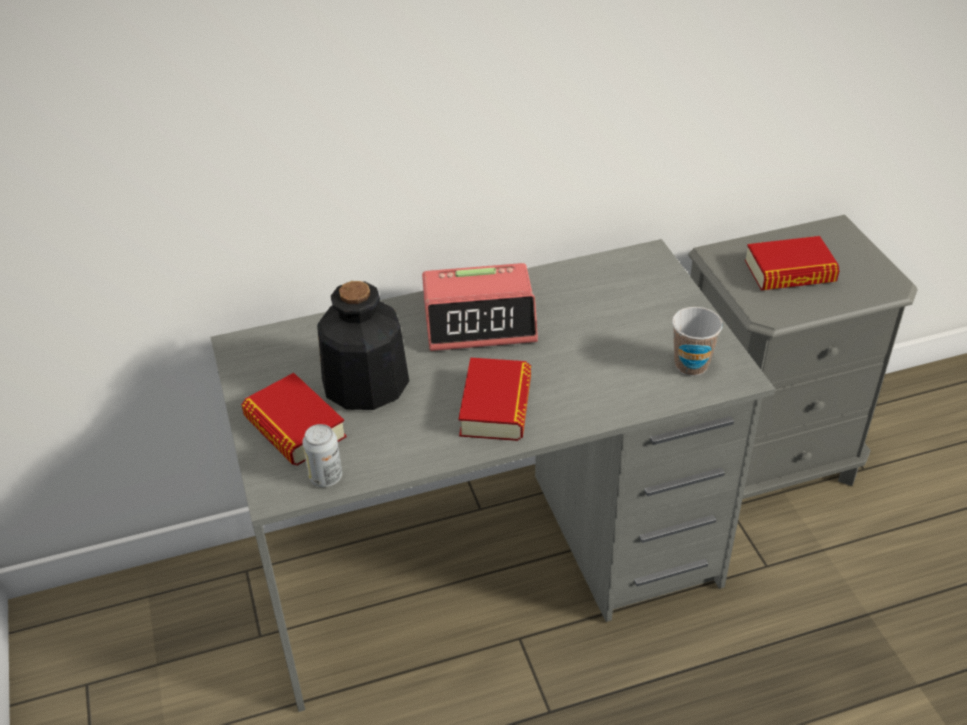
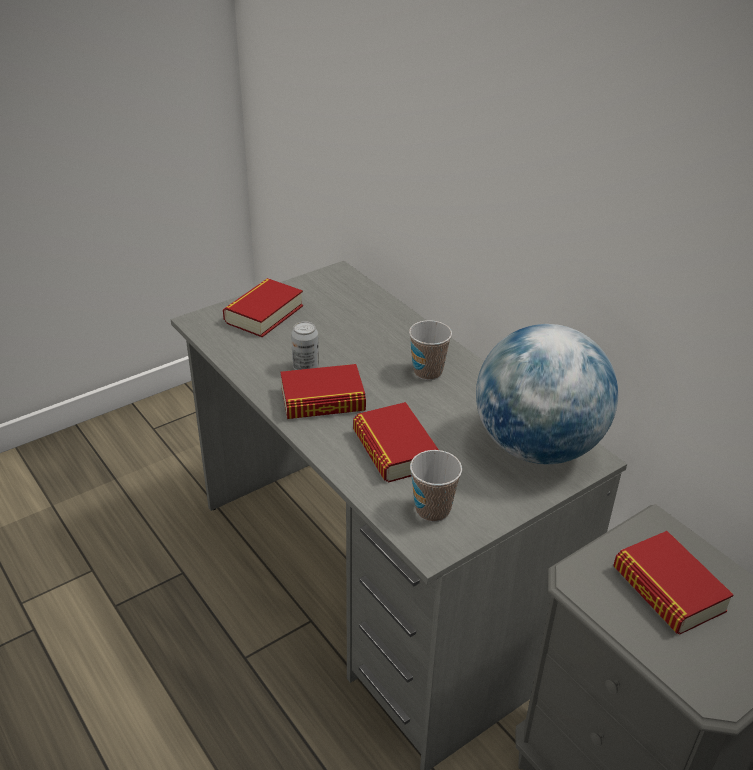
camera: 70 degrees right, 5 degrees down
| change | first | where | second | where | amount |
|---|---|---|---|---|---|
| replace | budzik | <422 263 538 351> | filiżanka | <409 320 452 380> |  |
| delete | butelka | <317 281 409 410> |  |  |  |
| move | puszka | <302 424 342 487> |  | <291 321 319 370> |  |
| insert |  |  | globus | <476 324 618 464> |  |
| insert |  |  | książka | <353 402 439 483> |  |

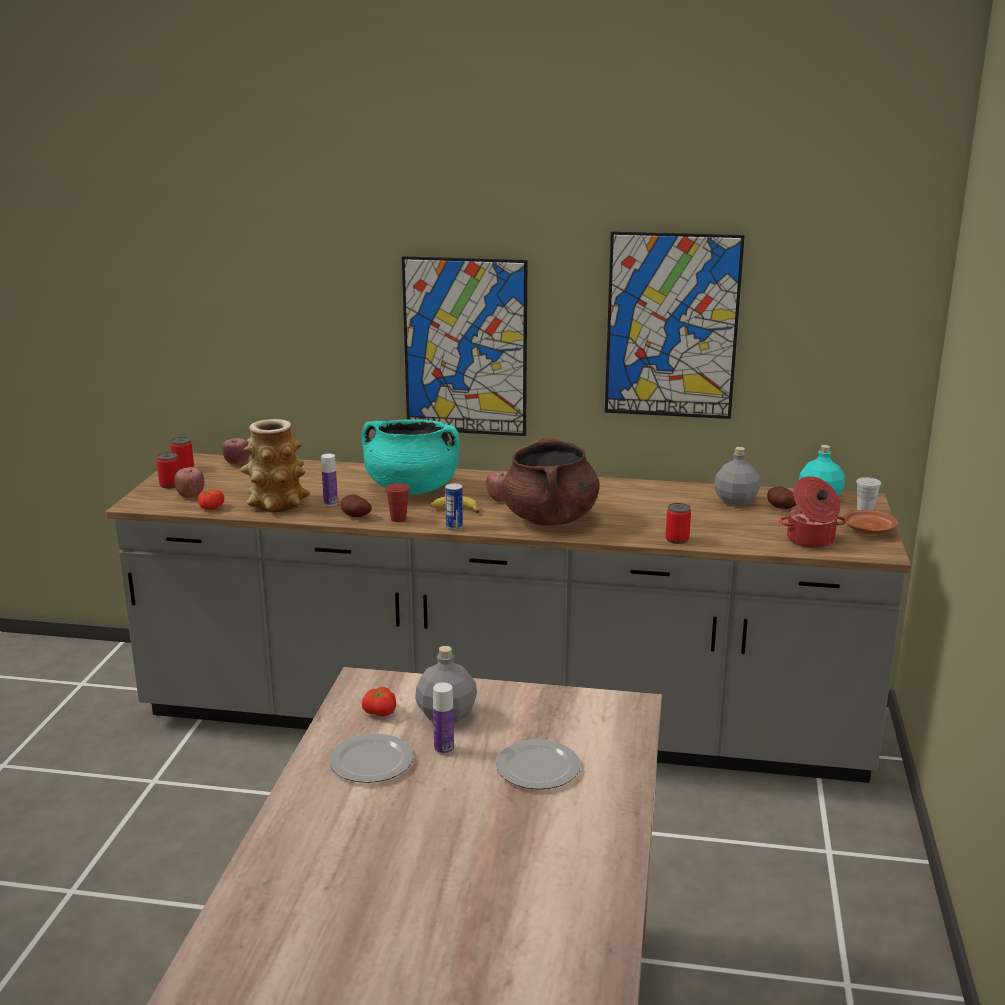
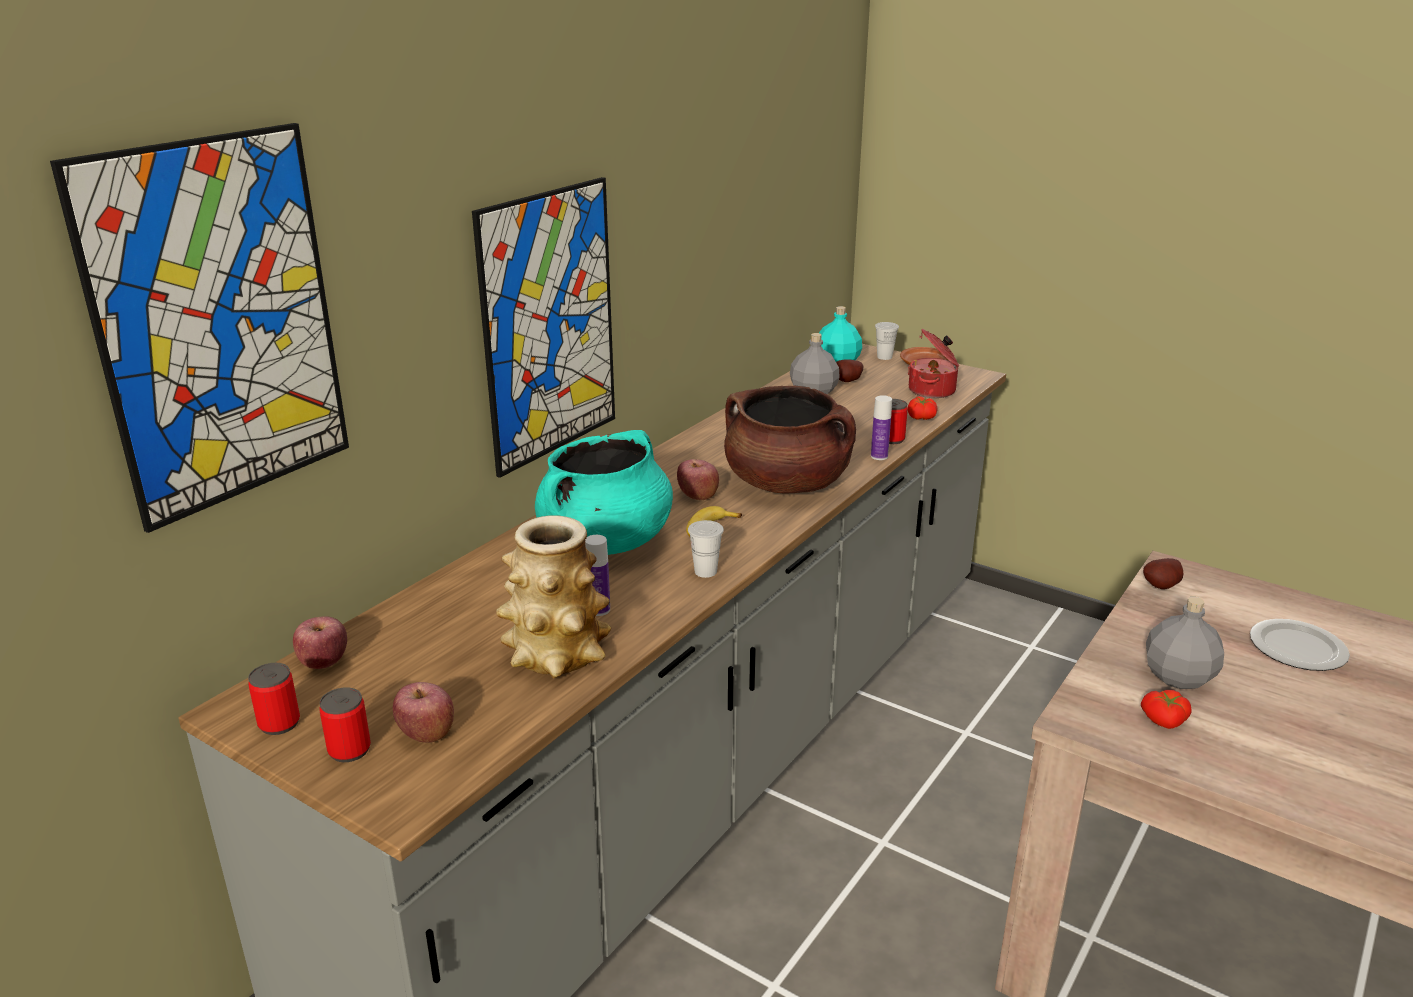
camera: 65 degrees left, 5 degrees up
| change | first | where | second | where | amount |
|---|---|---|---|---|---|
| move | obraz | <605 231 745 419> |  | <50 123 349 533> |  |
| recolor | filiżanka/czerwony | <385 483 410 522> | filiżanka/biały | <688 520 724 578> |  |
| delete | puszka | <445 483 463 531> |  |  |  |
| move | pomidor | <198 490 224 510> |  | <908 396 938 420> |  |
| move | ziemniak | <341 494 372 517> |  | <1143 558 1183 589> |  |
| move | butelka | <433 682 454 755> |  | <871 395 892 460> |  |
| delete | talerz | <329 734 414 783> |  |  |  |

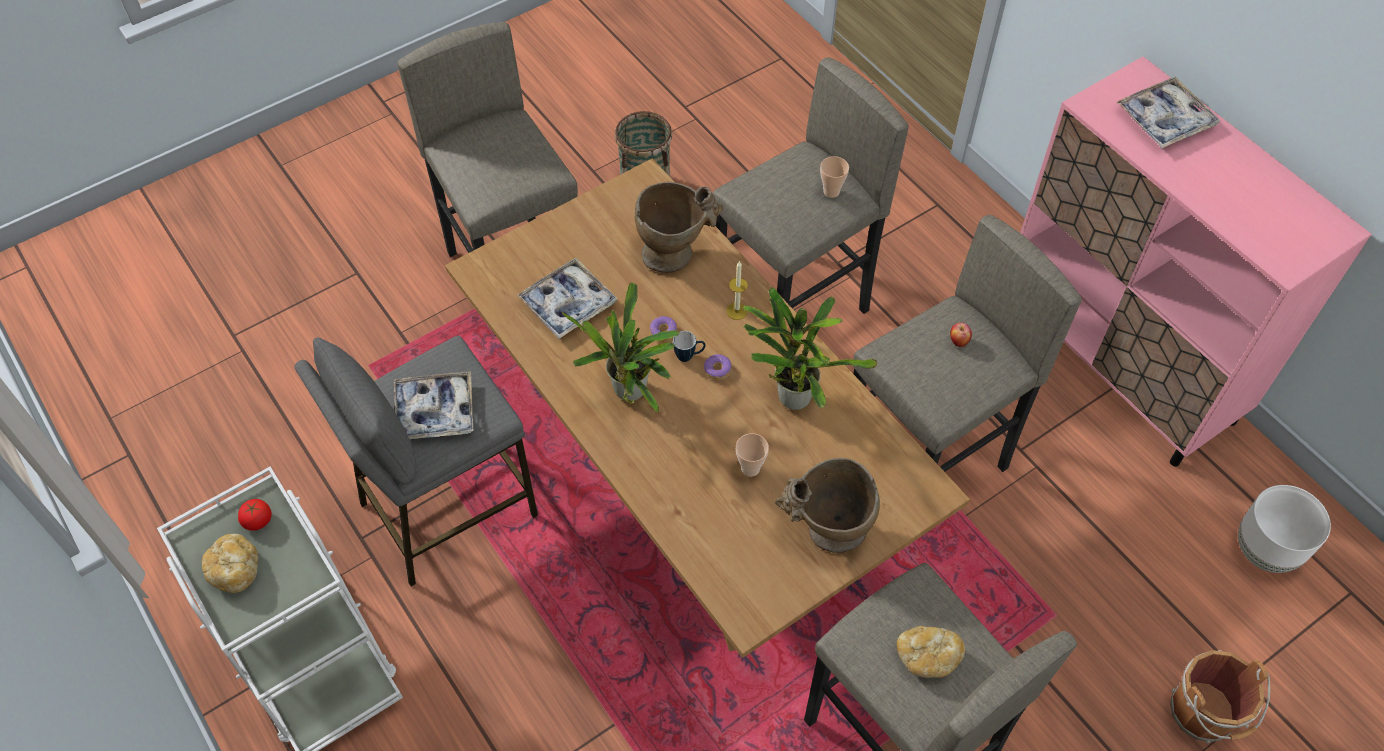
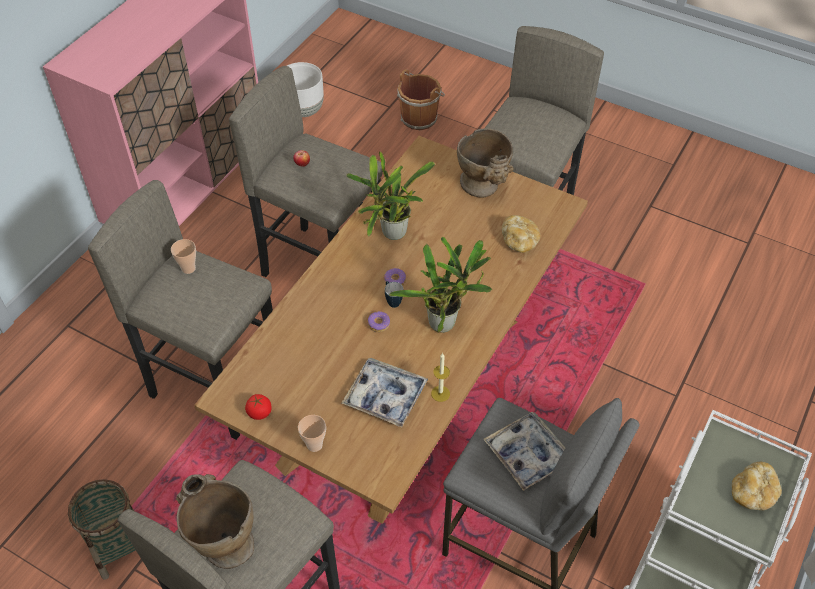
camera: 115 degrees left, 5 degrees down
| change | first | where | second | where | amount |
|---|---|---|---|---|---|
| delete | taca | <1116 77 1220 148> |  |  |  |
| move | wazon/beżowy | <635 182 724 273> |  | <176 474 254 569> |  |
| move | świeca | <727 261 748 320> |  | <431 353 450 402> |  |
| move | filiżanka | <736 433 769 477> |  | <298 415 326 452> |  |
| move | pomidor | <238 499 272 531> |  | <245 394 272 420> |  |
| move | chleb | <897 626 965 678> |  | <502 215 541 253> |  |

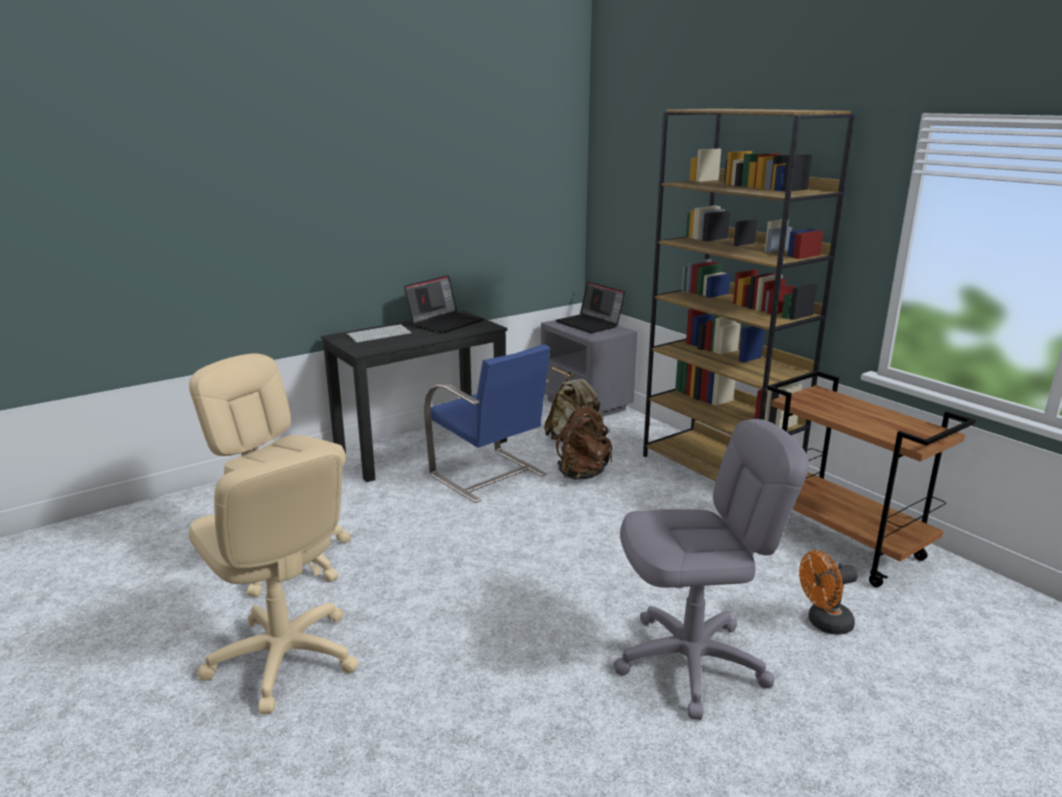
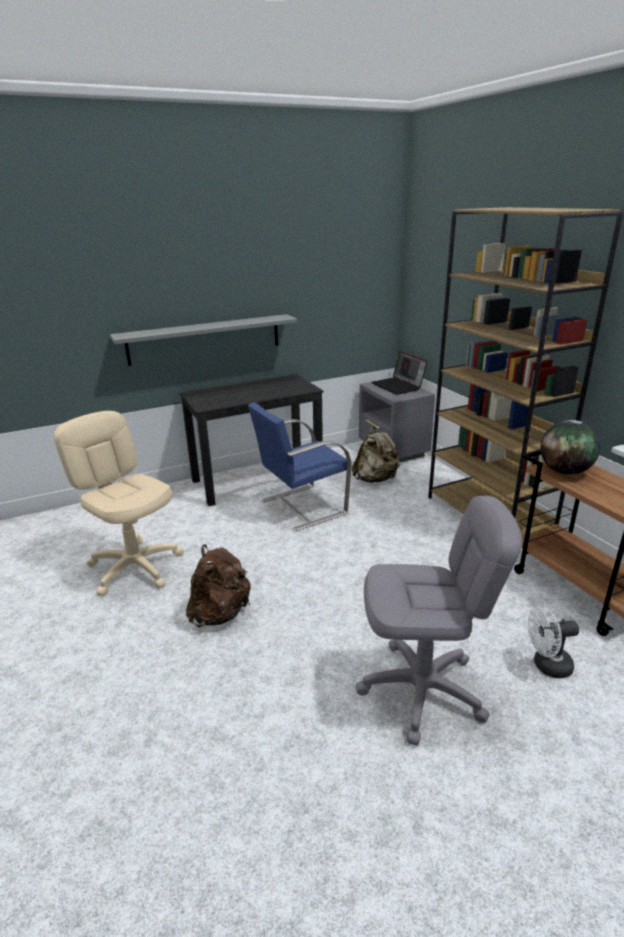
camera: 10 degrees right, 5 degrees up
| change | first | where | second | where | amount |
|---|---|---|---|---|---|
| delete | laptop | <404 275 484 333> |  |  |  |
| delete | klawiatura | <346 324 411 343> |  |  |  |
| rotate | krzesło/niebieski | <424 344 551 503> |  | <248 402 352 531> | 90 degrees clockwise |
| move | plecak/brązowy | <556 402 612 479> |  | <186 544 251 627> |  |
| delete | krzesło biurowe/beżowy | <189 445 359 714> |  |  |  |
| recolor | wentylator/pomarańczowy | <799 550 858 635> | wentylator/biały | <528 606 579 678> |  |
| insert |  |  | półka/szary | <110 314 297 366> |  |
| insert |  |  | globus | <540 420 600 475> |  |

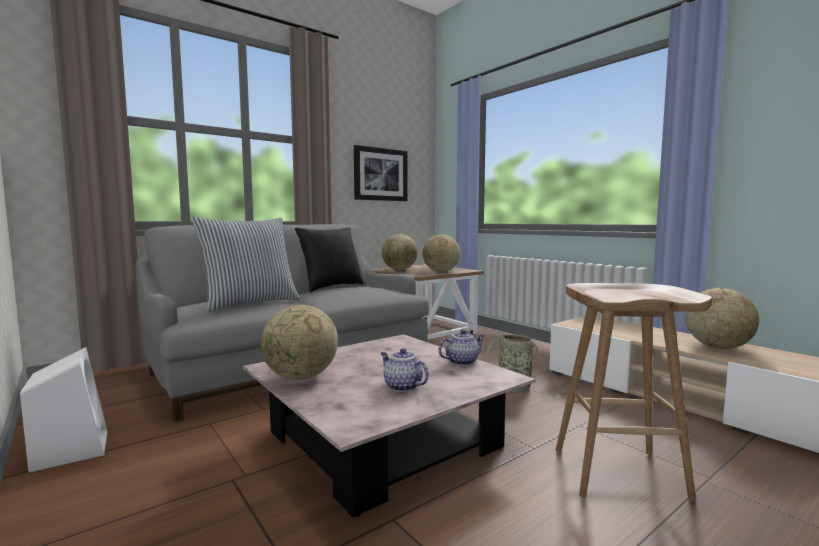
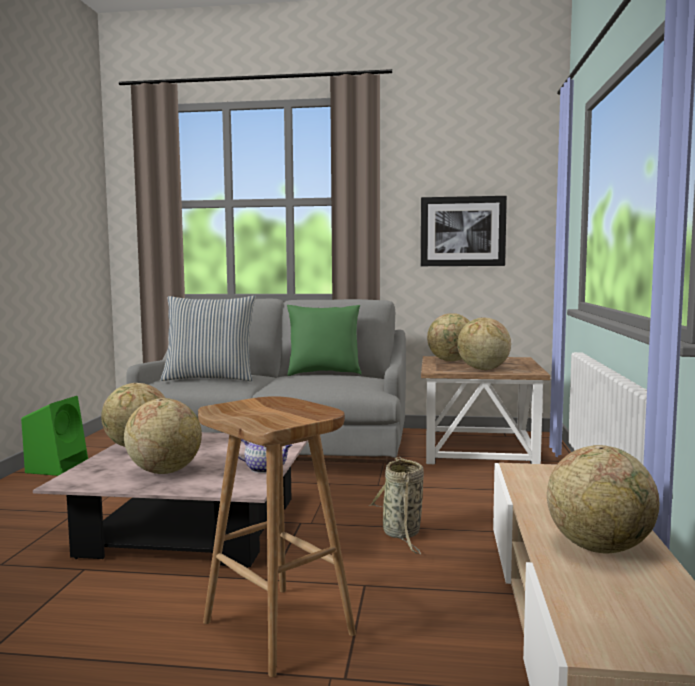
camera: 45 degrees right, 0 degrees up
| change | first | where | second | where | amount |
|---|---|---|---|---|---|
| recolor | poduszka/czarny | <295 227 364 292> | poduszka/zielony | <287 305 361 376> |  |
| recolor | głośnik/biały | <20 347 108 472> | głośnik/zielony | <21 396 88 476> |  |
| replace | imbryk | <380 348 429 392> | globus | <124 398 202 474> |  |

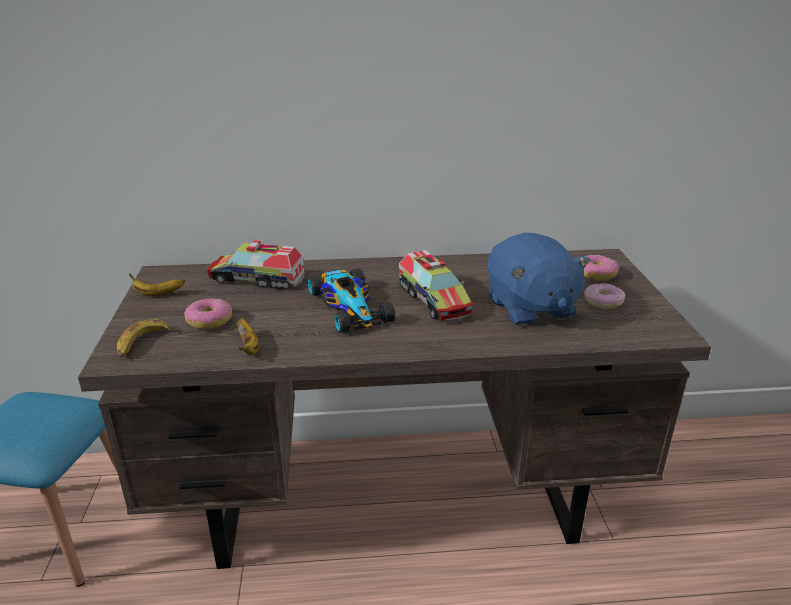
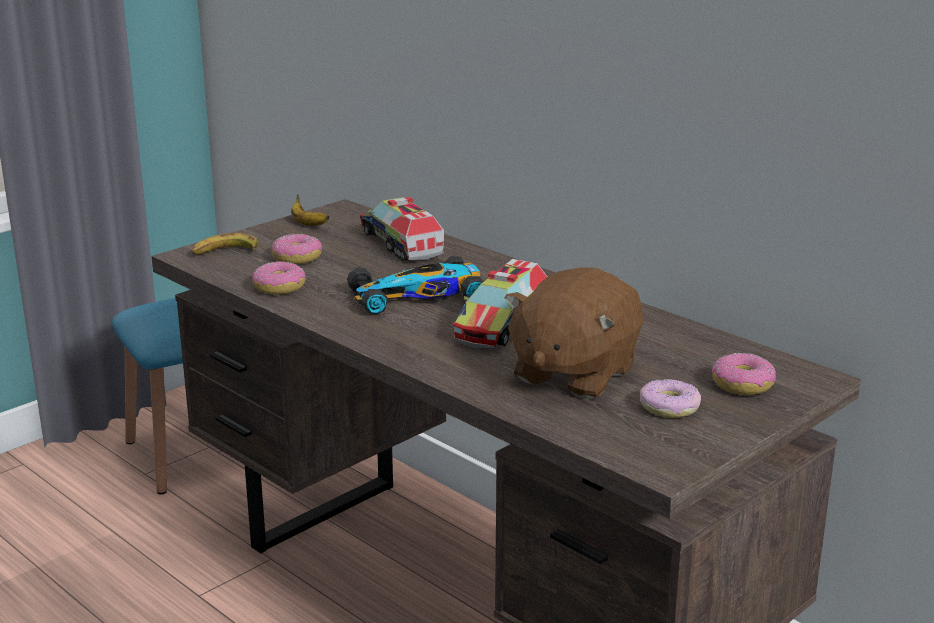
camera: 50 degrees right, 5 degrees down
| change | first | where | second | where | amount |
|---|---|---|---|---|---|
| recolor | pluszak/niebieski | <487 233 591 326> | pluszak/brązowy | <505 267 643 399> |  |
| rotate | samochodzik | <308 268 395 333> |  | <347 256 483 315> | 45 degrees clockwise |
| replace | banan | <237 318 259 355> | donut | <252 261 306 295> |  |

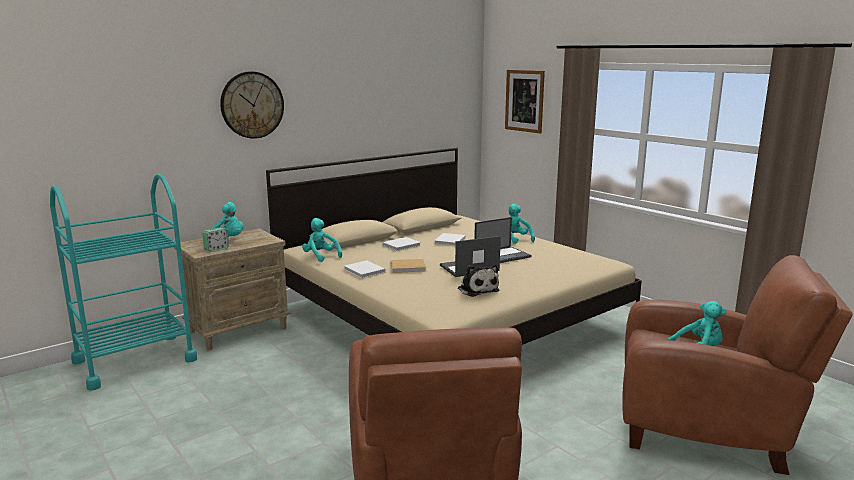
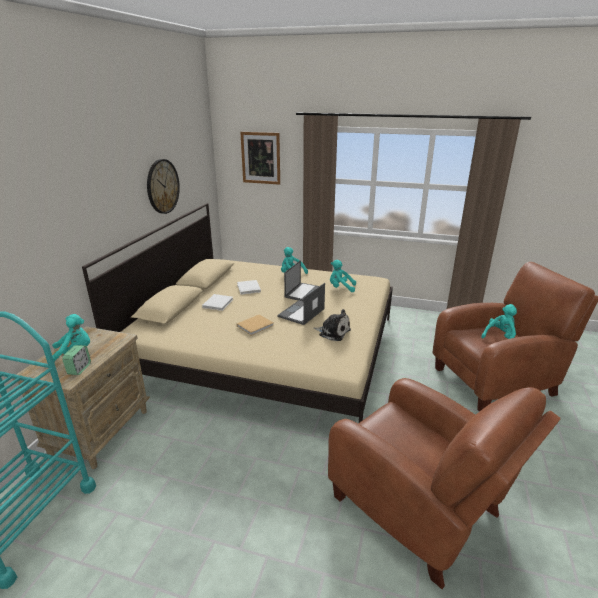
camera: 35 degrees left, 10 degrees up
| change | first | where | second | where | amount |
|---|---|---|---|---|---|
| move | zegar ścienny | <220 71 284 139> |  | <147 159 180 214> |  |
| move | pluszak/turkusowy | <302 218 342 262> |  | <330 260 356 292> |  |
| delete | książka/biały | <344 260 385 278> |  |  |  |

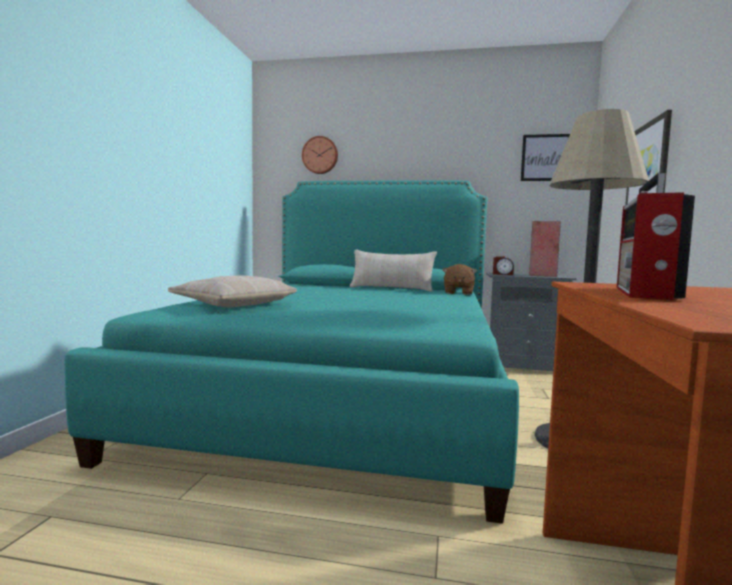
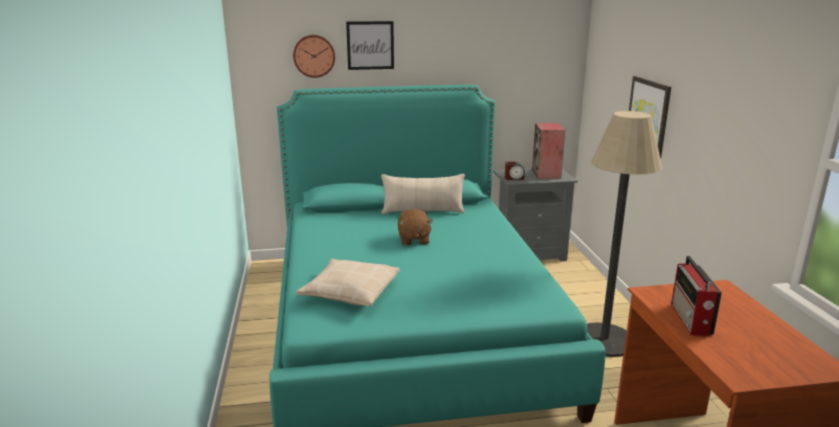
camera: 20 degrees left, 15 degrees up
| change | first | where | second | where | amount |
|---|---|---|---|---|---|
| move | obraz | <521 134 570 181> |  | <346 21 394 70> |  |
| move | pluszak/brązowy | <442 264 477 295> |  | <398 209 433 245> |  |

